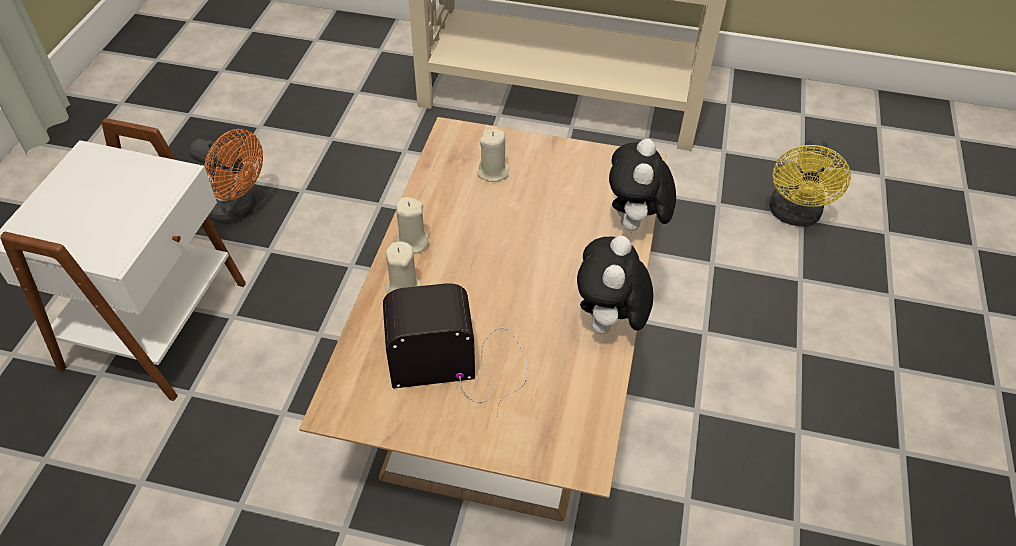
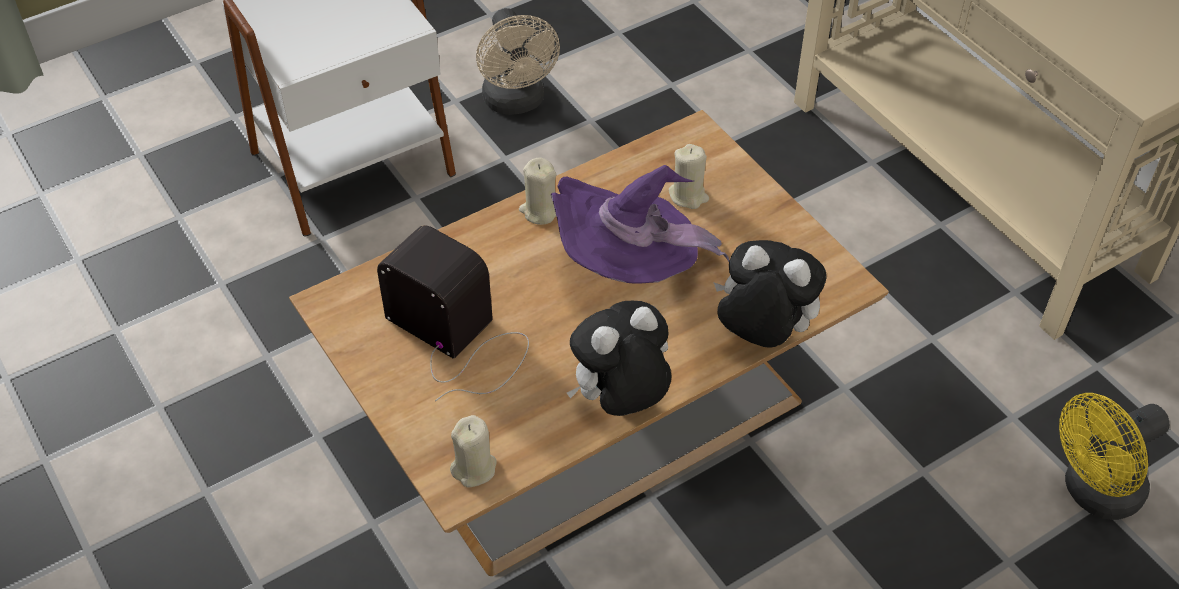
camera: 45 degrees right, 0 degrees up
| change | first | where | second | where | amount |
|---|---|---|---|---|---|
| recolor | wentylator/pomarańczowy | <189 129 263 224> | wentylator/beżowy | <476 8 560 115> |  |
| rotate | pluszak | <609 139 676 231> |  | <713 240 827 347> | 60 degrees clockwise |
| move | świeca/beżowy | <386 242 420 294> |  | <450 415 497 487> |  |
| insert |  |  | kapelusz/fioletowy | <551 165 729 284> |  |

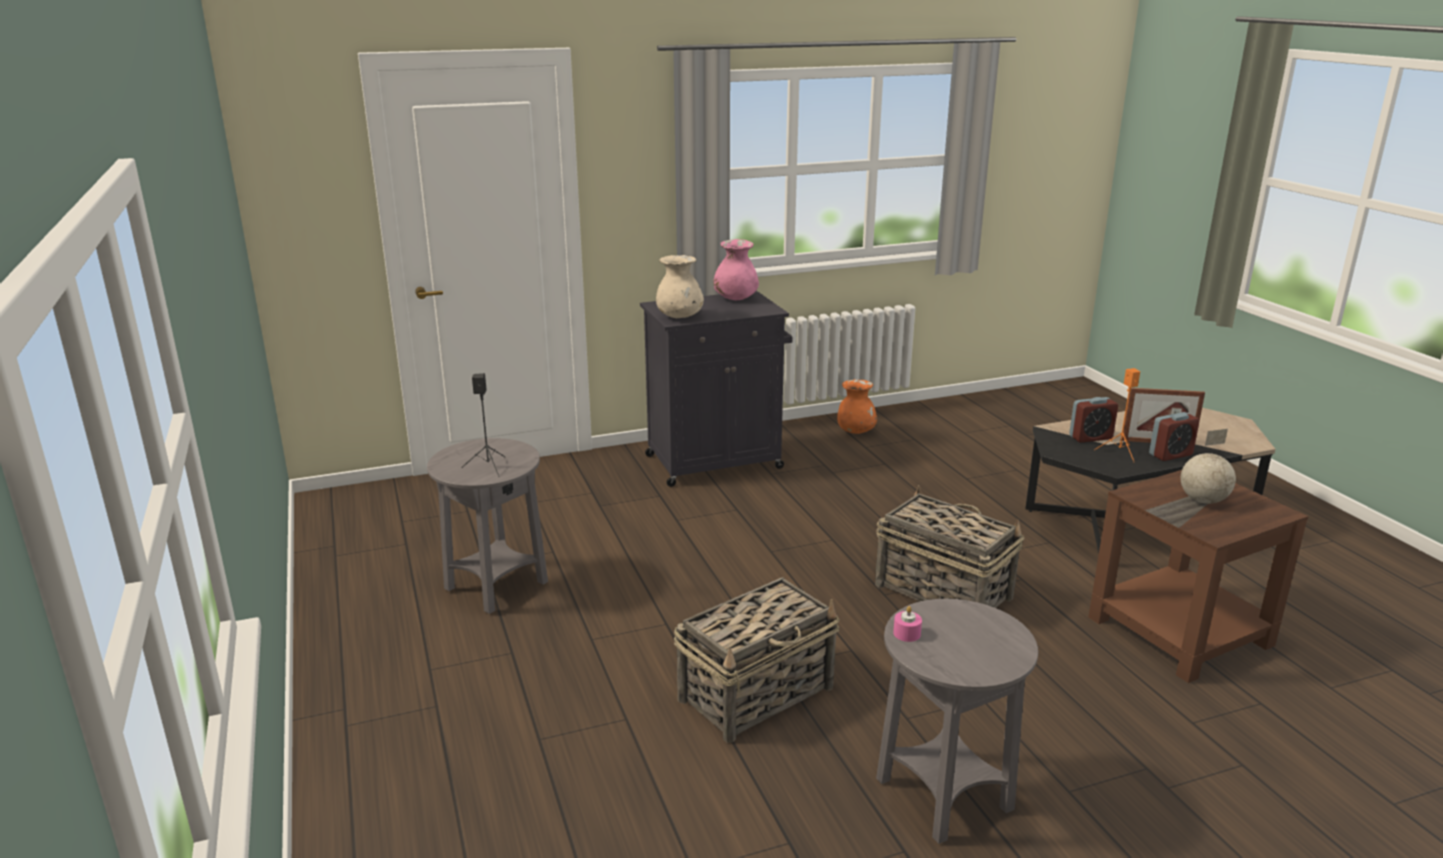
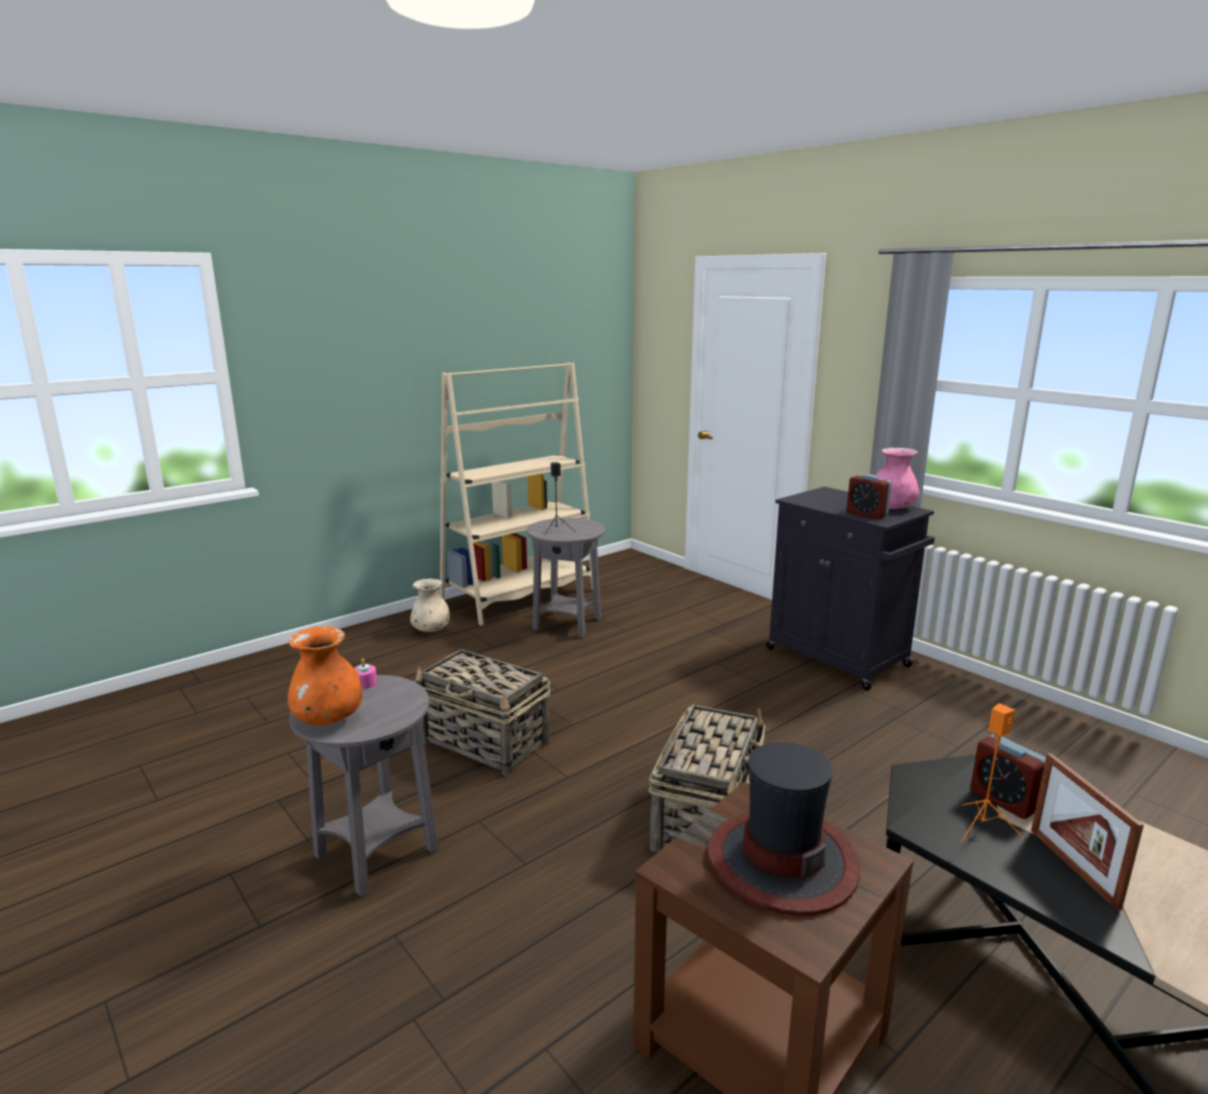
camera: 70 degrees right, 5 degrees down
| change | first | where | second | where | amount |
|---|---|---|---|---|---|
| move | wazon/beżowy | <656 255 704 318> |  | <410 578 450 632> |  |
| move | wazon/pomarańczowy | <837 379 877 434> |  | <288 626 363 725> |  |
| move | budzik | <1149 412 1200 461> |  | <847 474 892 519> |  |
| replace | globus | <1181 429 1236 504> | kapelusz | <707 742 860 916> |  |
| insert |  |  | regał/beżowy | <439 363 593 626> |  |

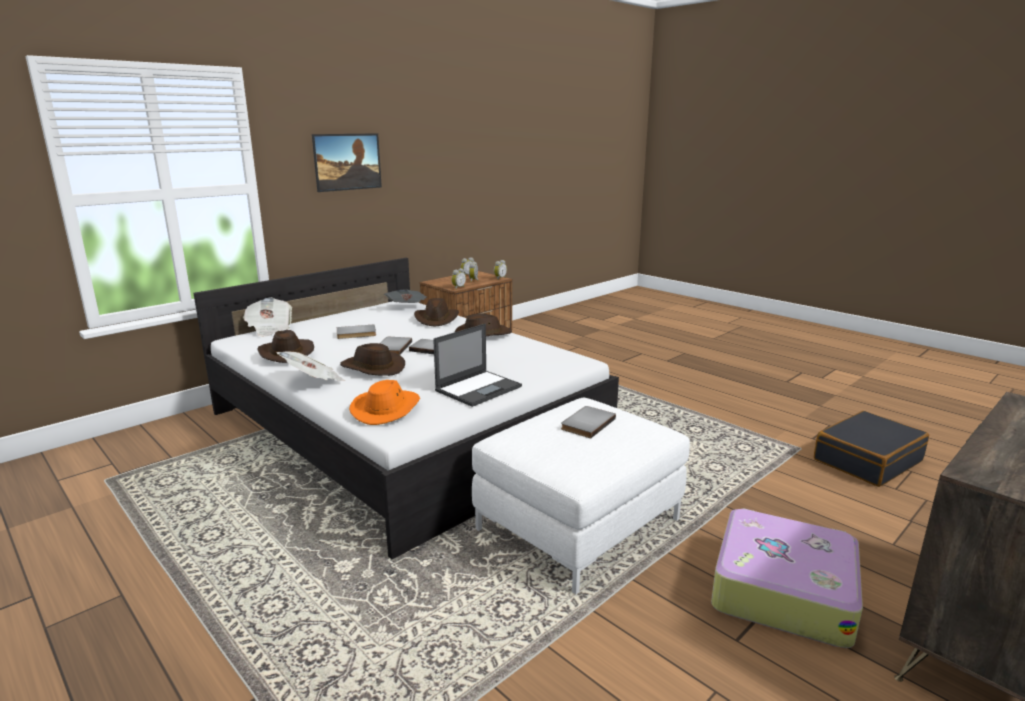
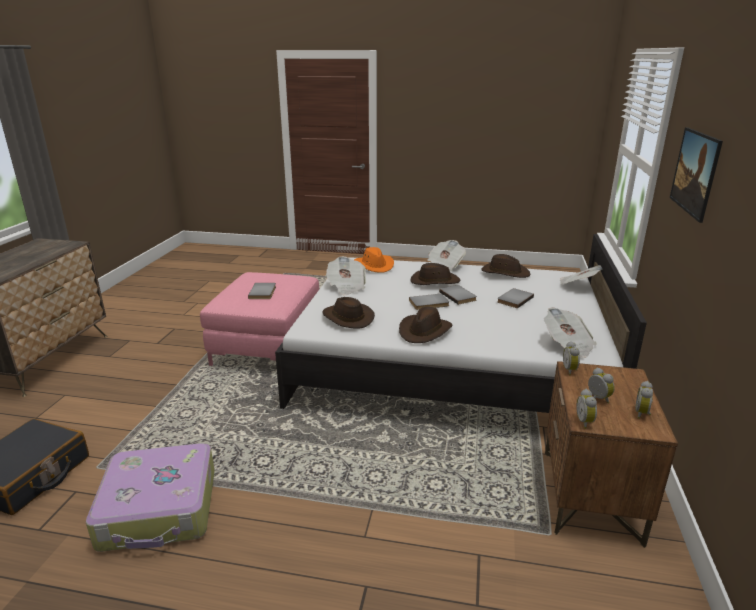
camera: 145 degrees right, 5 degrees up
| change | first | where | second | where | amount |
|---|---|---|---|---|---|
| move | kapelusz/brązowy | <414 298 459 327> |  | <322 297 375 329> |  |
| replace | laptop | <433 324 522 407> | gazeta | <326 256 366 295> |  |
| recolor | pufa/biały | <472 398 690 594> | pufa/różowy | <200 272 319 366> |  |
| move | walizka | <711 508 863 648> |  | <86 444 215 552> |  |

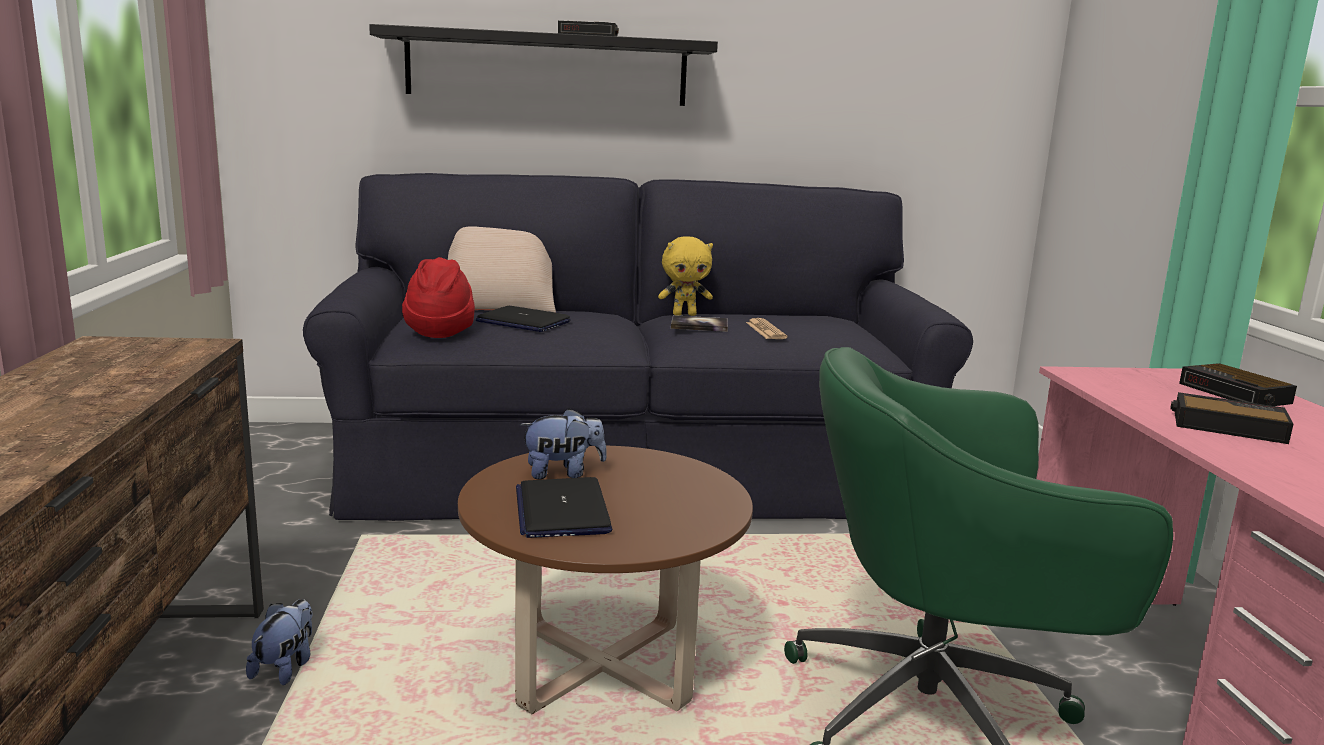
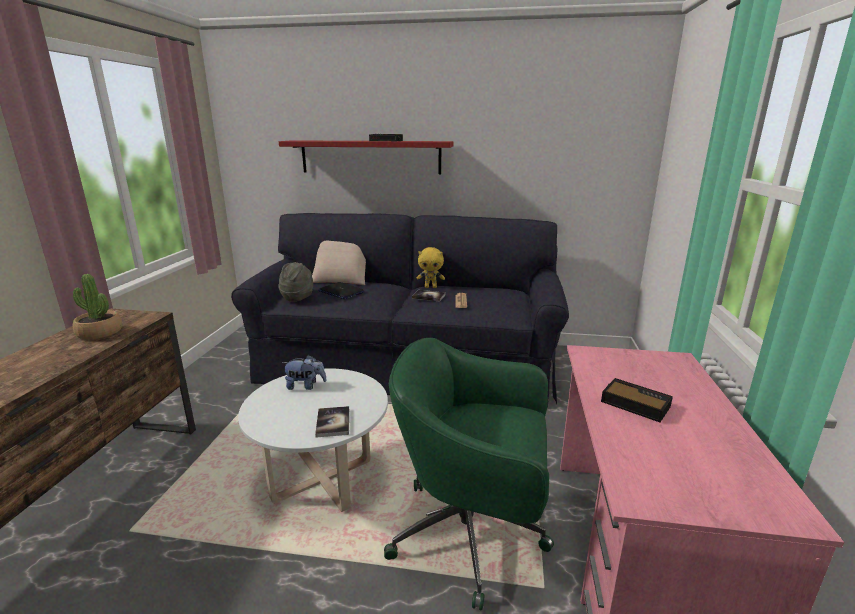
camera: 15 degrees right, 5 degrees up
| change | first | where | second | where | amount |
|---|---|---|---|---|---|
| recolor | półka/czarny | <369 24 718 106> | półka/czerwony | <279 140 453 174> |  |
| recolor | kapelusz/czerwony | <402 257 475 338> | kapelusz/szary | <278 262 313 302> |  |
| delete | budzik | <1179 363 1297 406> |  |  |  |
| recolor | ława/brązowy | <458 446 753 714> | ława/biały | <238 368 388 512> |  |
| delete | laptop | <516 477 612 538> |  |  |  |
| delete | pluszak | <246 599 312 685> |  |  |  |
| insert |  |  | roślina doniczkowa | <73 274 122 340> |  |
| insert |  |  | książka | <315 406 349 438> |  |

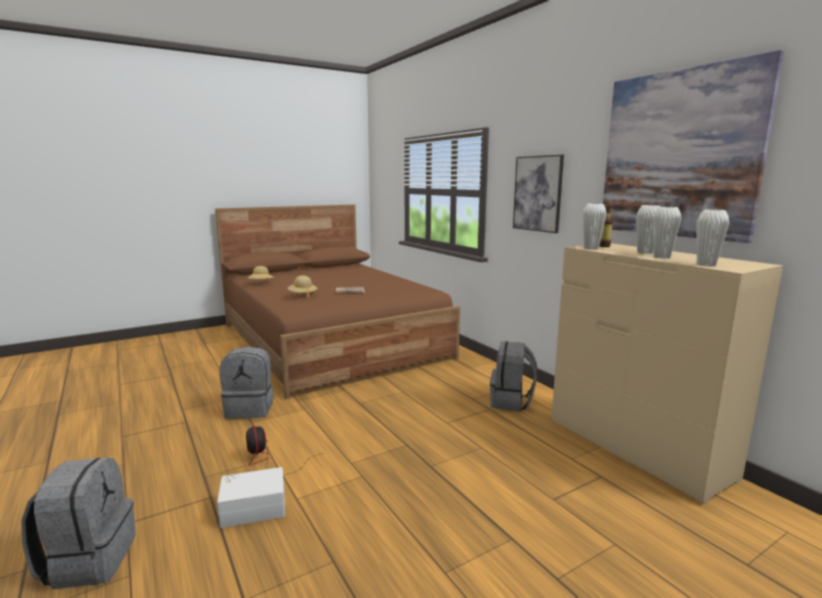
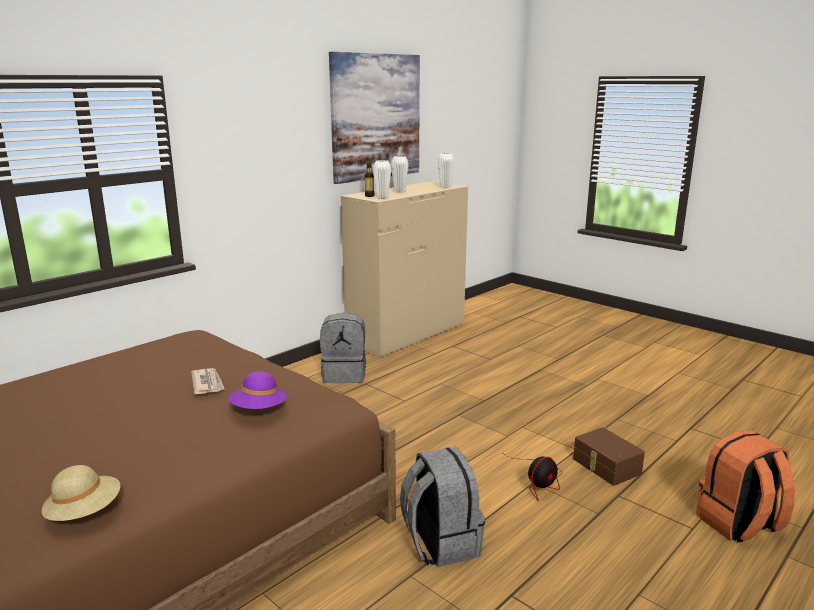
camera: 105 degrees left, 5 degrees up
| change | first | where | second | where | amount |
|---|---|---|---|---|---|
| delete | obraz | <513 155 564 233> |  |  |  |
| delete | wazon/biały | <653 207 681 258> |  |  |  |
| recolor | kapelusz/beżowy | <288 275 317 298> | kapelusz/fioletowy | <228 371 287 409> |  |
| recolor | plecak/szary | <21 458 136 589> | plecak/pomarańczowy | <696 430 795 543> |  |
| recolor | pojemnik do przechowywania/biały | <217 467 285 528> | pojemnik do przechowywania/brązowy | <573 427 645 486> |  |

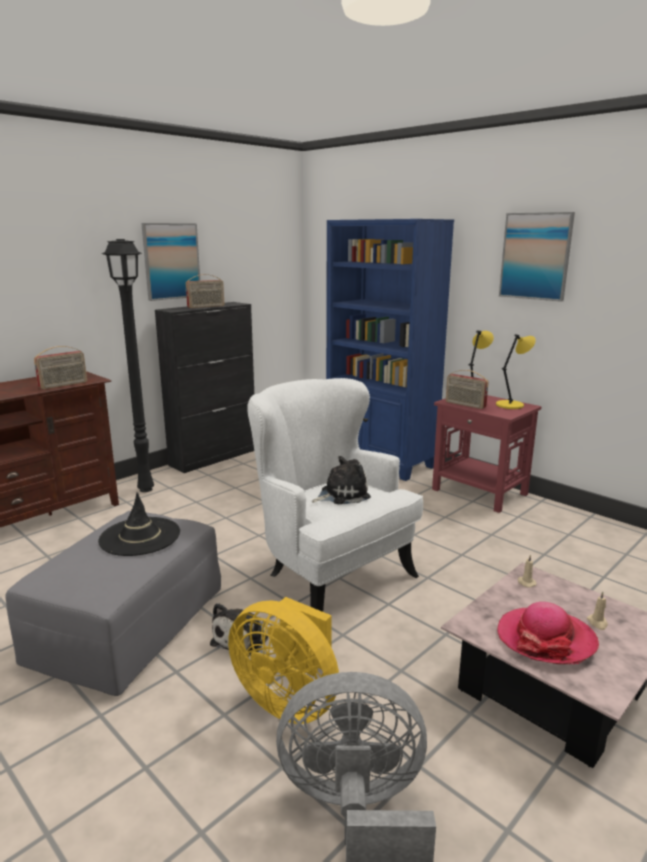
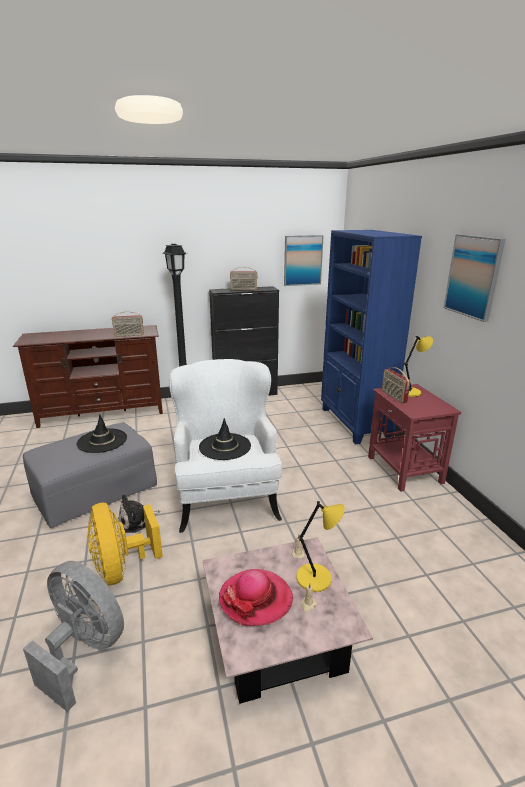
camera: 30 degrees right, 5 degrees up
| change | first | where | second | where | amount |
|---|---|---|---|---|---|
| move | obraz | <141 223 200 301> |  | <284 235 324 286> |  |
| move | lampa stołowa/żółty | <496 334 536 409> |  | <296 501 345 592> |  |
| replace | pluszak | <312 456 371 504> | kapelusz/czarny | <199 418 251 460> |  |

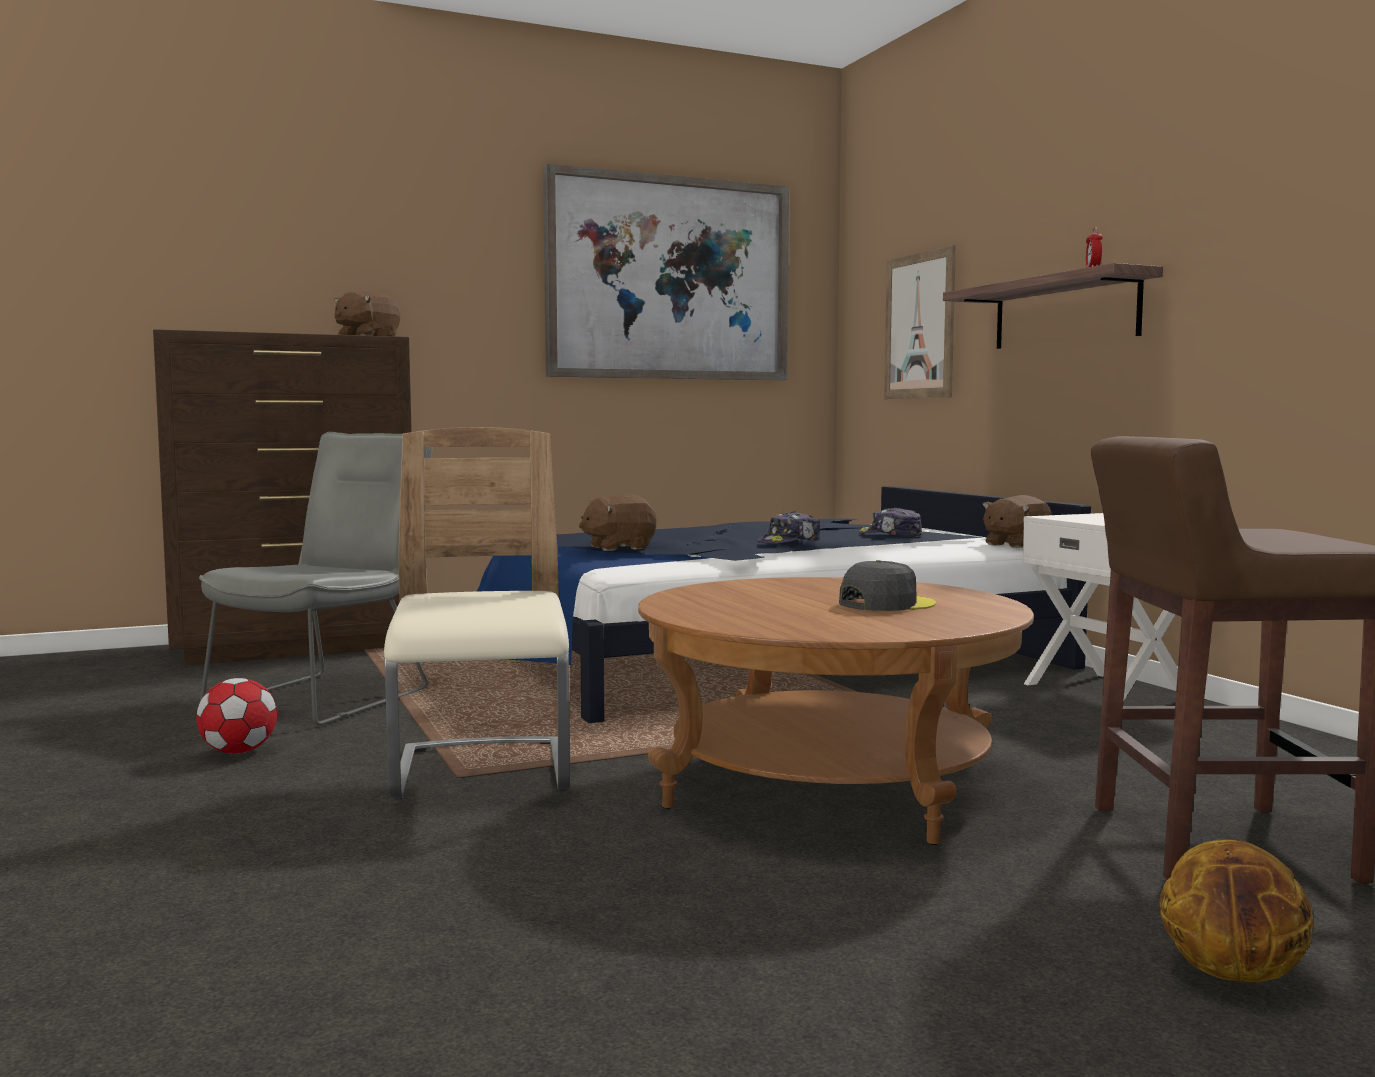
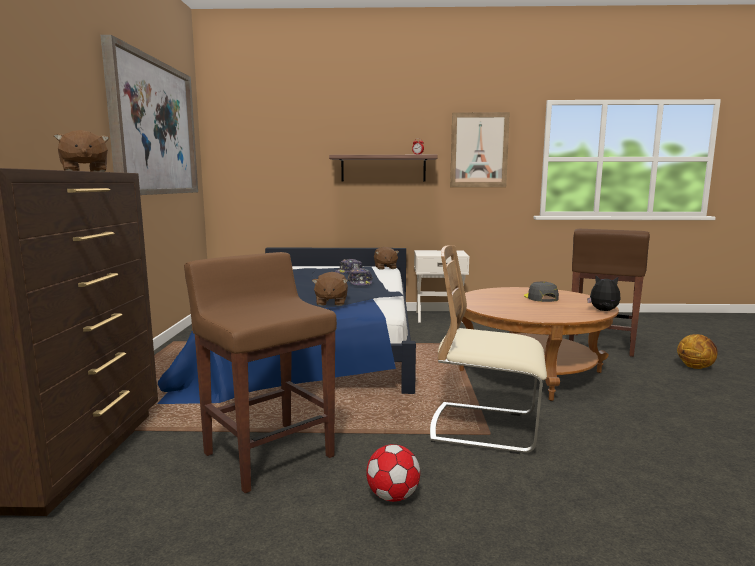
camera: 65 degrees left, 5 degrees up
| change | first | where | second | where | amount |
|---|---|---|---|---|---|
| move | obraz | <884 245 956 399> |  | <450 112 510 187> |  |
| replace | krzesło/szary | <199 432 433 726> | stołek/brązowy | <184 252 337 493> |  |
| insert |  |  | pluszak | <587 276 621 311> |  |

